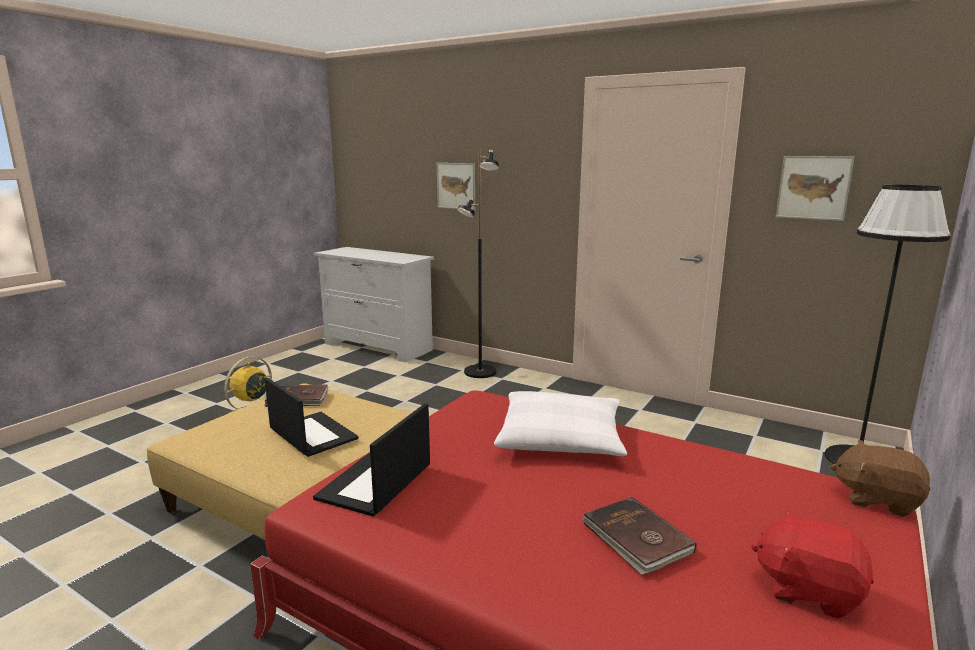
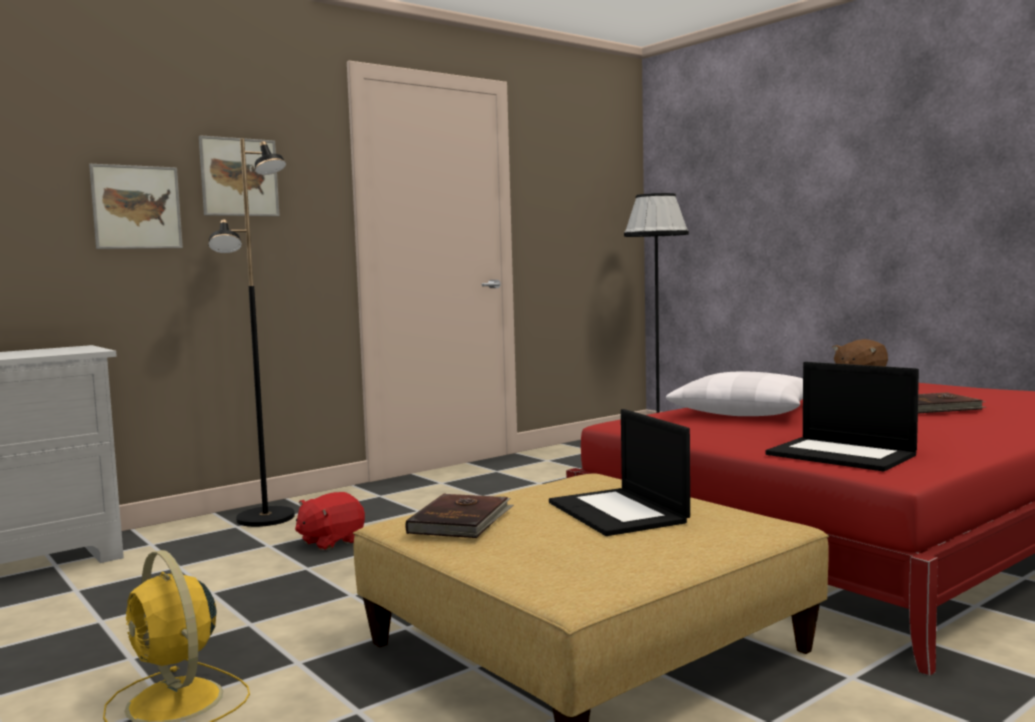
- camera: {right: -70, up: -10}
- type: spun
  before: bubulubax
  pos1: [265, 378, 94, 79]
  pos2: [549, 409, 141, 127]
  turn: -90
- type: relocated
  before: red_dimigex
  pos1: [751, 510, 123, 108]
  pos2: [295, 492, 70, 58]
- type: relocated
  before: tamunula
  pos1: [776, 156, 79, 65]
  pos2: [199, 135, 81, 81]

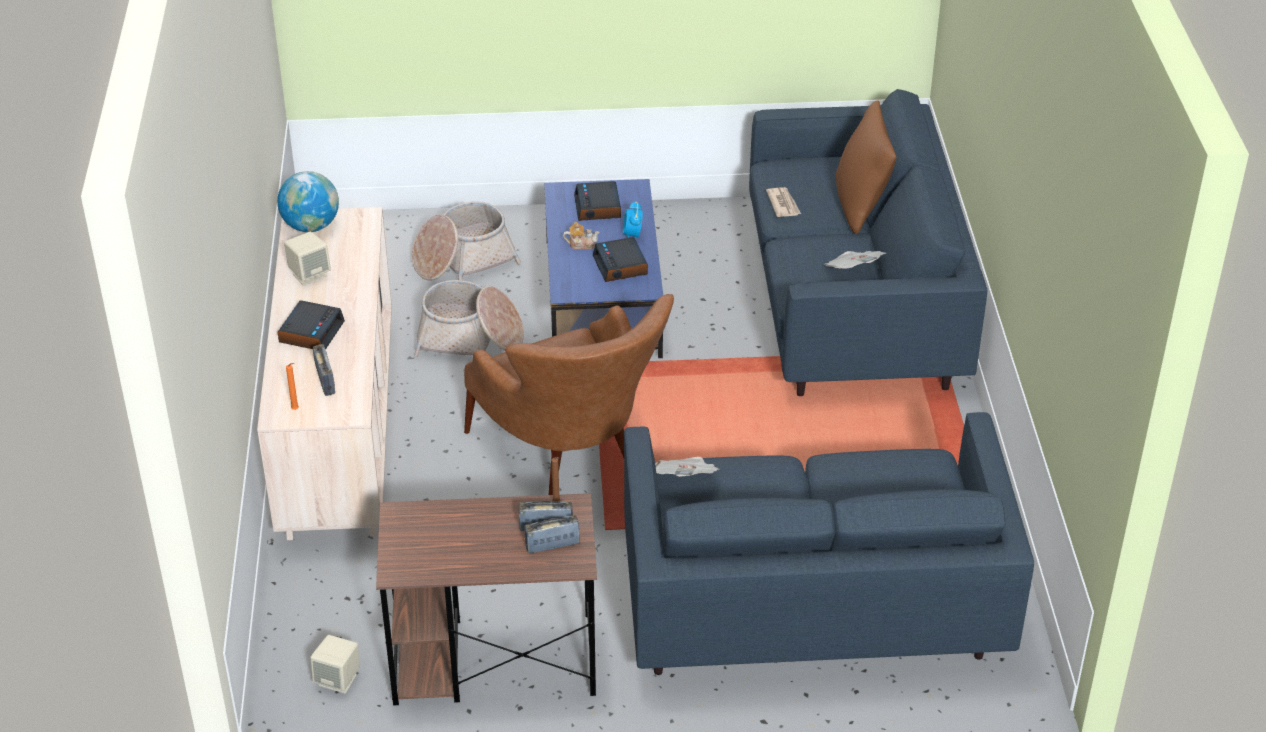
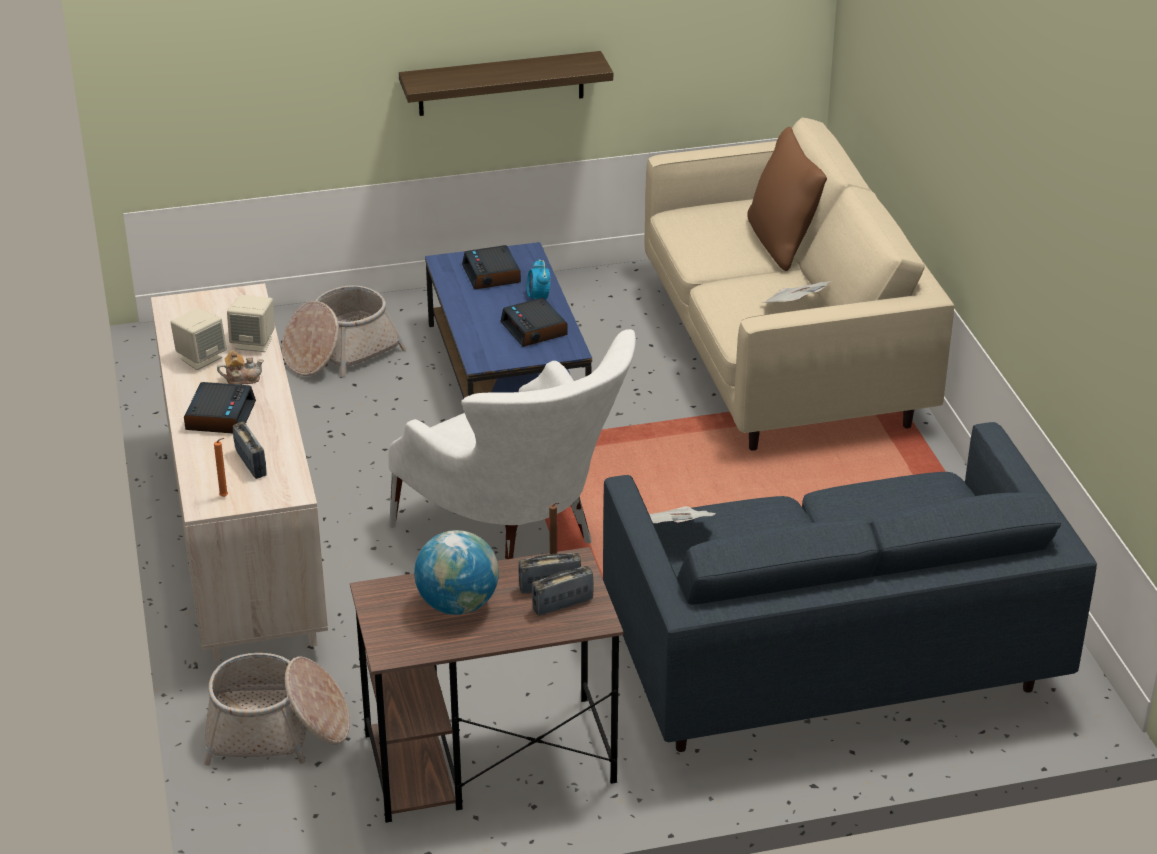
- camera: {right: -10, up: -5}
- type: relocated
  before: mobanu
  pos1: [277, 171, 62, 61]
  pos2: [414, 530, 85, 85]
- type: relocated
  before: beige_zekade
  pos1: [310, 635, 50, 59]
  pos2: [227, 295, 48, 57]
- type: relocated
  before: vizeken
  pos1: [414, 280, 110, 77]
  pos2: [204, 653, 146, 113]
- type: colour
  before: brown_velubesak
  after: white_velubesak
  pos1: [464, 294, 210, 201]
  pos2: [388, 329, 248, 231]
- type: relocated
  before: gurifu
  pos1: [563, 222, 37, 28]
  pos2: [217, 350, 47, 35]
- type: colour
  before: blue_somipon
  after: beige_somipon
  pos1: [749, 89, 238, 307]
  pos2: [644, 118, 310, 333]
- type: missing
  before: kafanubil
  pos1: [766, 187, 35, 30]
- type: appeared
  after: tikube
  pos2: [399, 51, 214, 65]

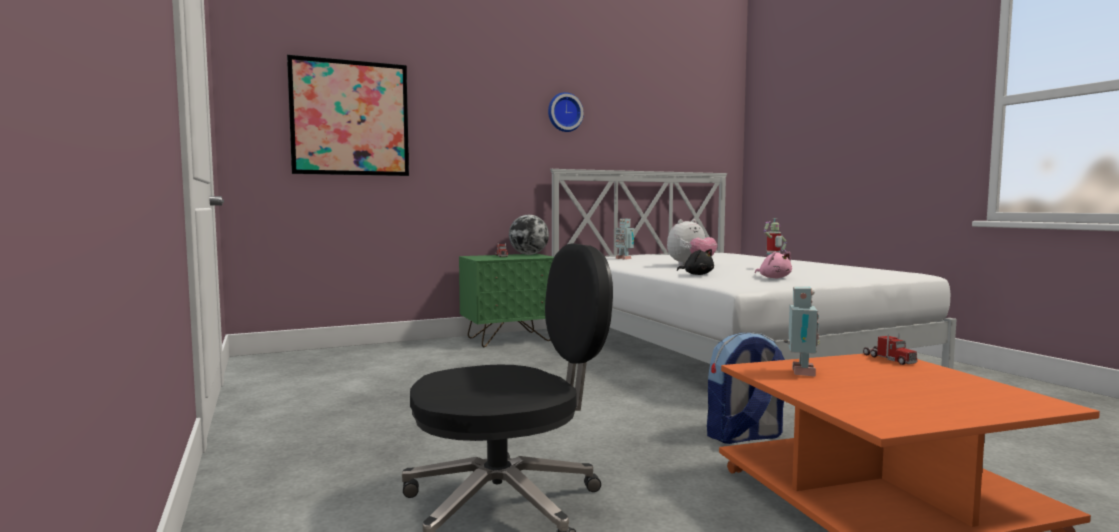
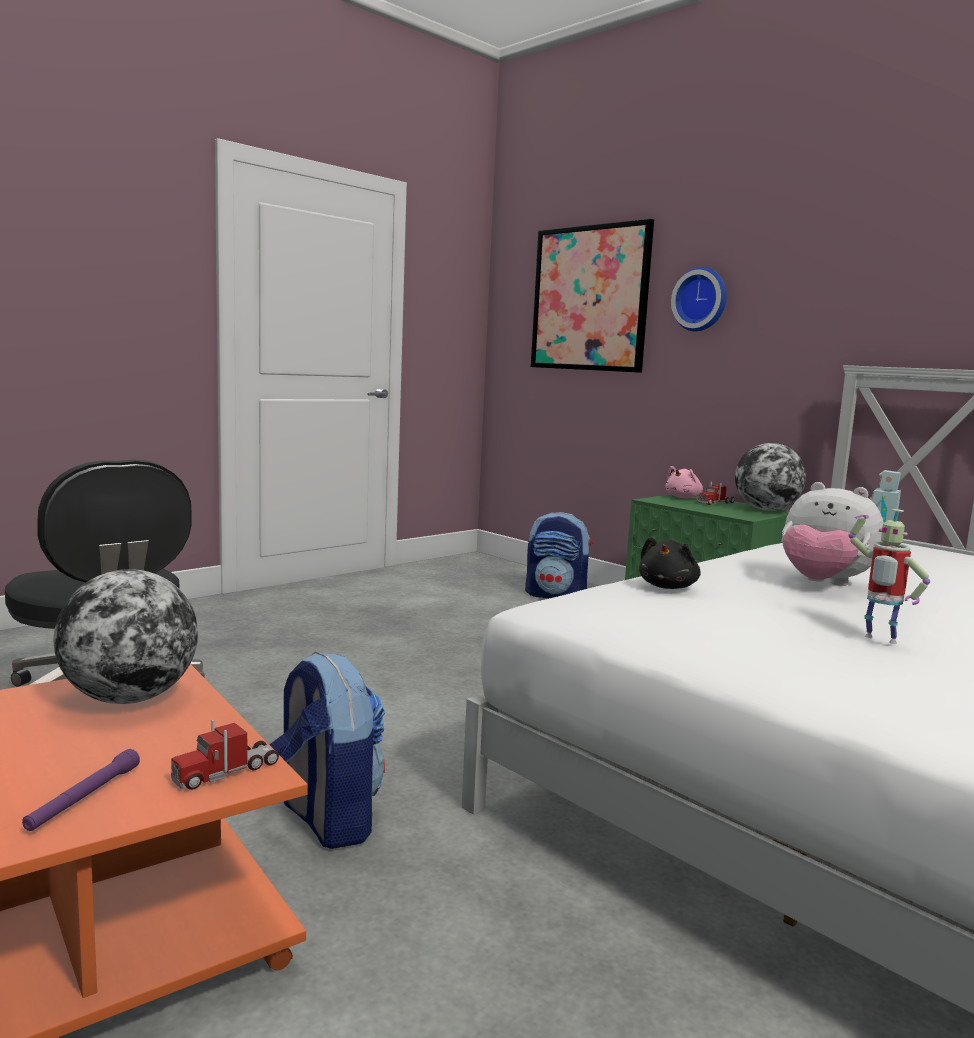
- camera: {right: 70, up: 5}
- type: relocated
  before: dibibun
  pos1: [548, 92, 36, 40]
  pos2: [671, 267, 55, 64]
- type: relocated
  before: pink_dimigex
  pos1: [755, 251, 37, 27]
  pos2: [665, 466, 38, 32]
- type: exchanged
  before: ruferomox
  after: mobanu
  pos1: [784, 286, 36, 91]
  pos2: [54, 569, 144, 135]
- type: appeared
  after: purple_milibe
  pos2: [22, 749, 118, 82]
- type: appeared
  after: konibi
  pos2: [525, 512, 68, 87]

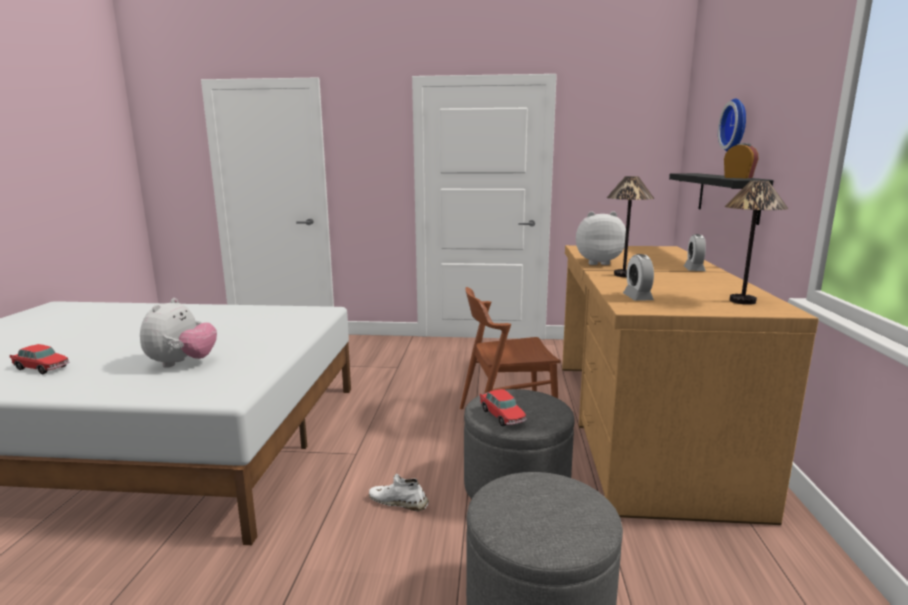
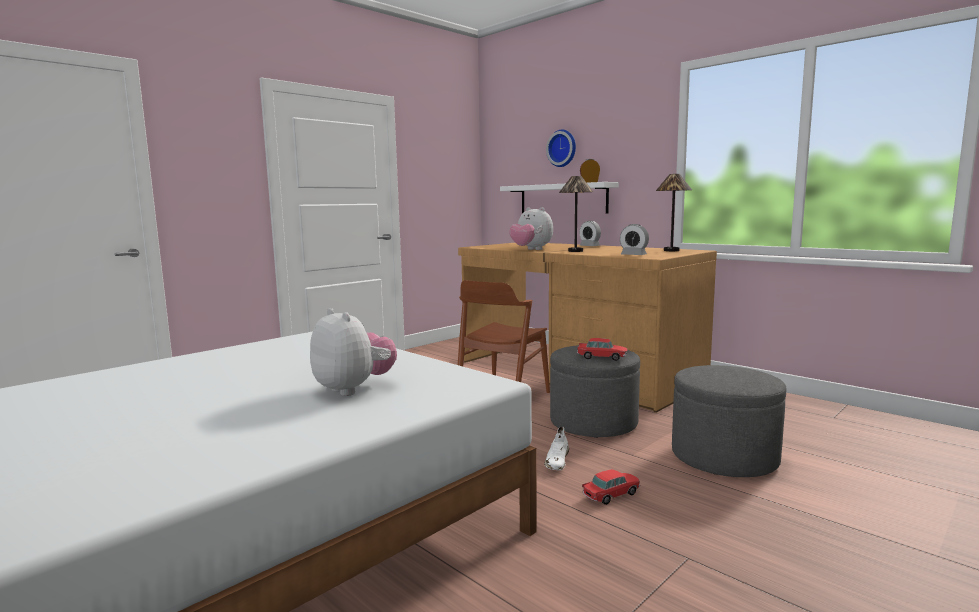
- camera: {right: -50, up: -5}
- type: relocated
  before: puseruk
  pos1: [10, 344, 59, 30]
  pos2: [582, 469, 58, 36]
- type: spun
  before: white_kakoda
  pos1: [369, 474, 60, 38]
  pos2: [544, 427, 25, 43]
  turn: -45
- type: spun
  before: dimigex
  pos1: [576, 211, 50, 54]
  pos2: [509, 207, 44, 43]
  turn: -90
- type: colour
  before: black_tikube
  after: white_tikube
  pos1: [669, 173, 105, 52]
  pos2: [500, 182, 119, 32]

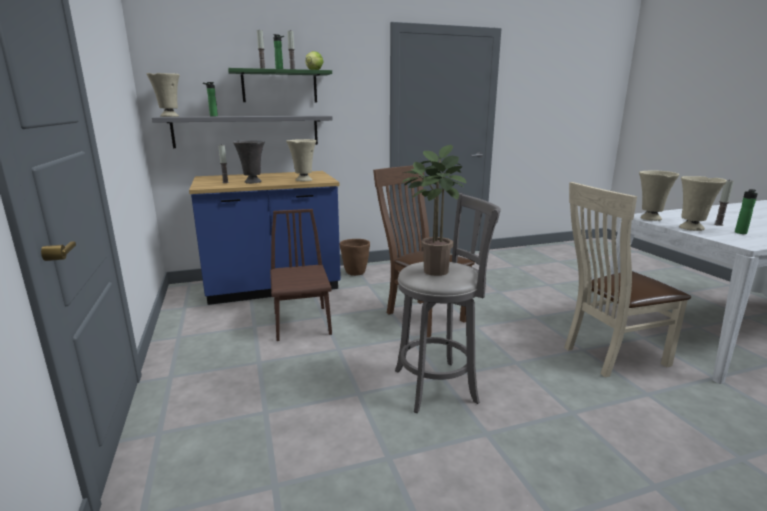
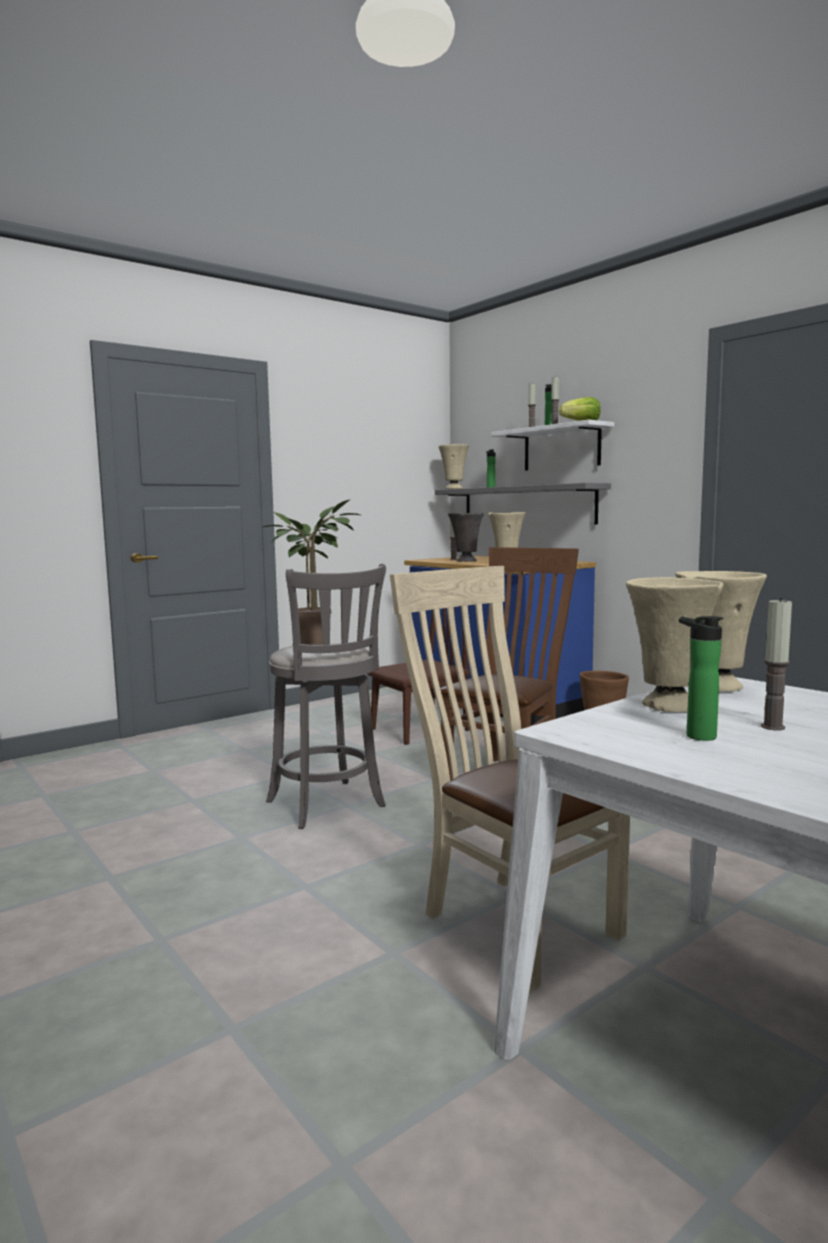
- camera: {right: 70, up: -10}
- type: colour
  before: green_tikube
  after: white_tikube
  pos1: [228, 68, 104, 34]
  pos2: [491, 420, 123, 51]

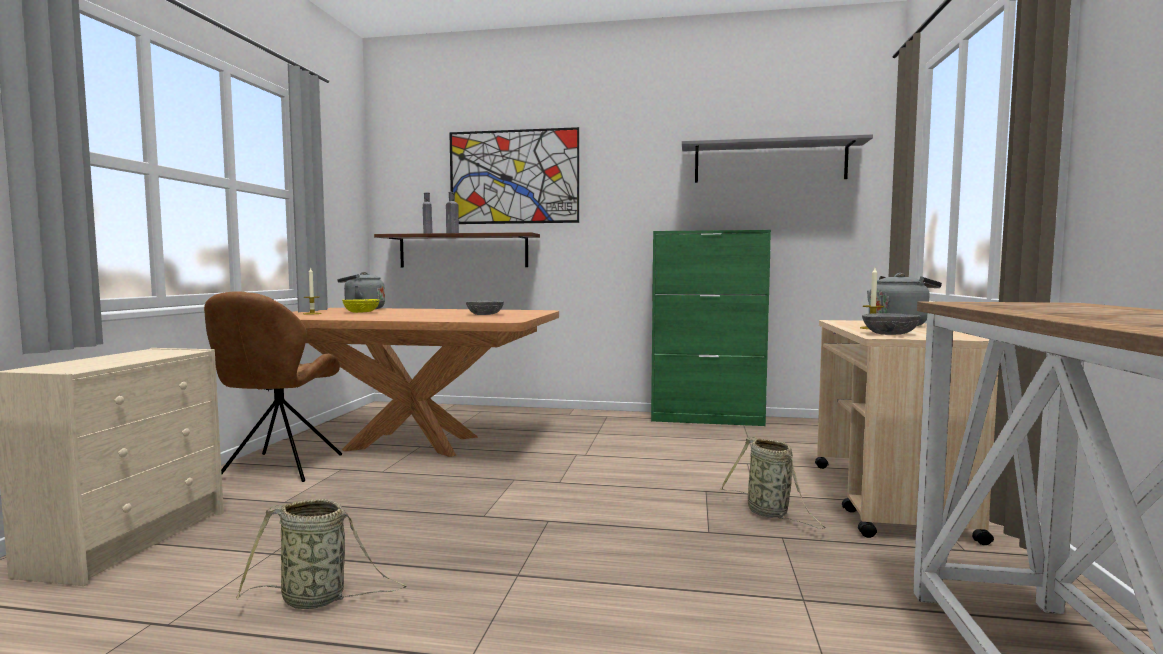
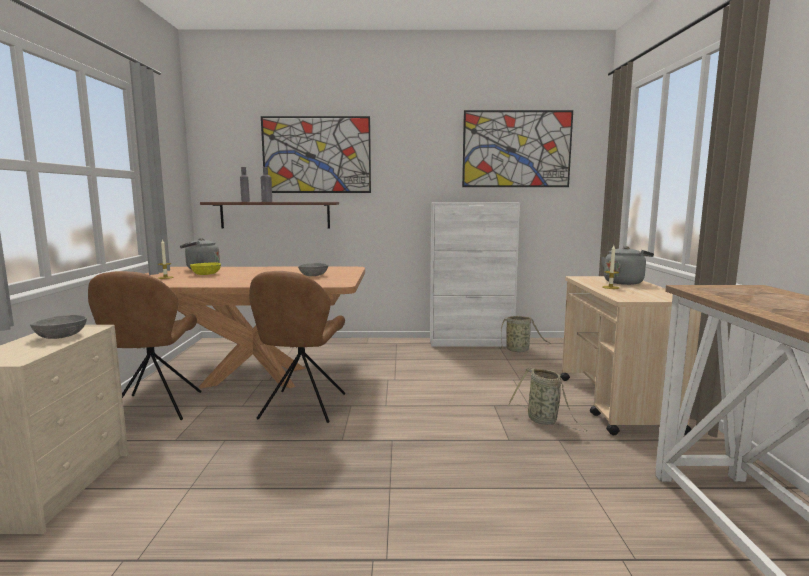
- camera: {right: -10, up: 5}
- type: relocated
  before: vizeken
  pos1: [236, 499, 170, 110]
  pos2: [495, 316, 56, 36]
- type: colour
  before: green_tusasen
  after: white_tusasen
  pos1: [651, 230, 120, 196]
  pos2: [430, 202, 90, 144]
- type: exchanged
  before: grey_tikube
  after: tamunula
  pos1: [682, 134, 191, 49]
  pos2: [462, 110, 111, 77]
- type: relocated
  before: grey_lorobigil
  pos1: [862, 313, 59, 22]
  pos2: [30, 315, 57, 24]
- type: appeared
  after: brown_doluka
  pos2: [249, 271, 96, 152]

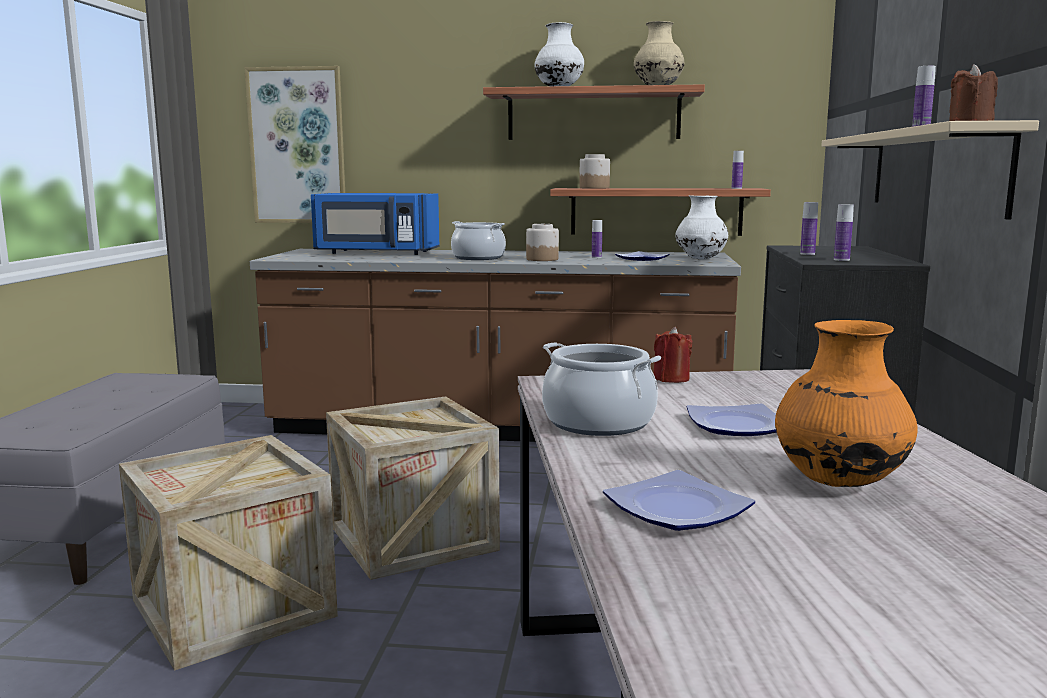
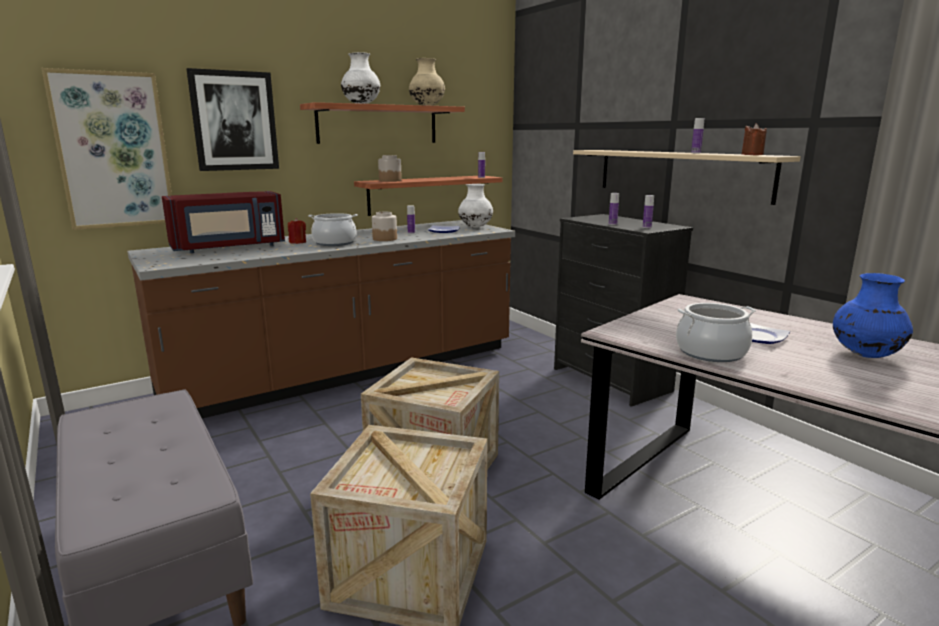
- camera: {right: -40, up: 5}
- type: colour
  before: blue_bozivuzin
  after: red_bozivuzin
  pos1: [311, 193, 129, 62]
  pos2: [162, 191, 123, 62]
- type: missing
  before: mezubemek
  pos1: [603, 470, 152, 61]
- type: relocated
  before: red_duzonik
  pos1: [653, 327, 40, 56]
  pos2: [288, 218, 18, 26]
- type: colour
  before: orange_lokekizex
  after: blue_lokekizex
  pos1: [775, 320, 143, 167]
  pos2: [833, 273, 80, 85]
- type: appeared
  after: tamunula
  pos2: [187, 68, 92, 103]

